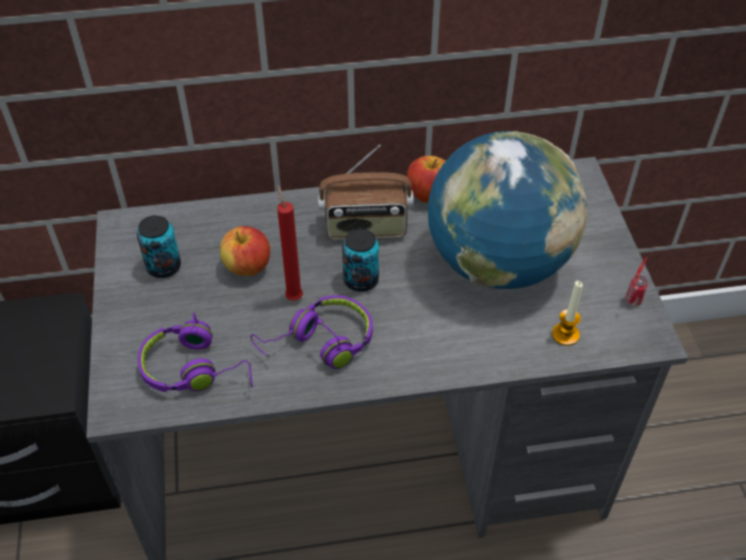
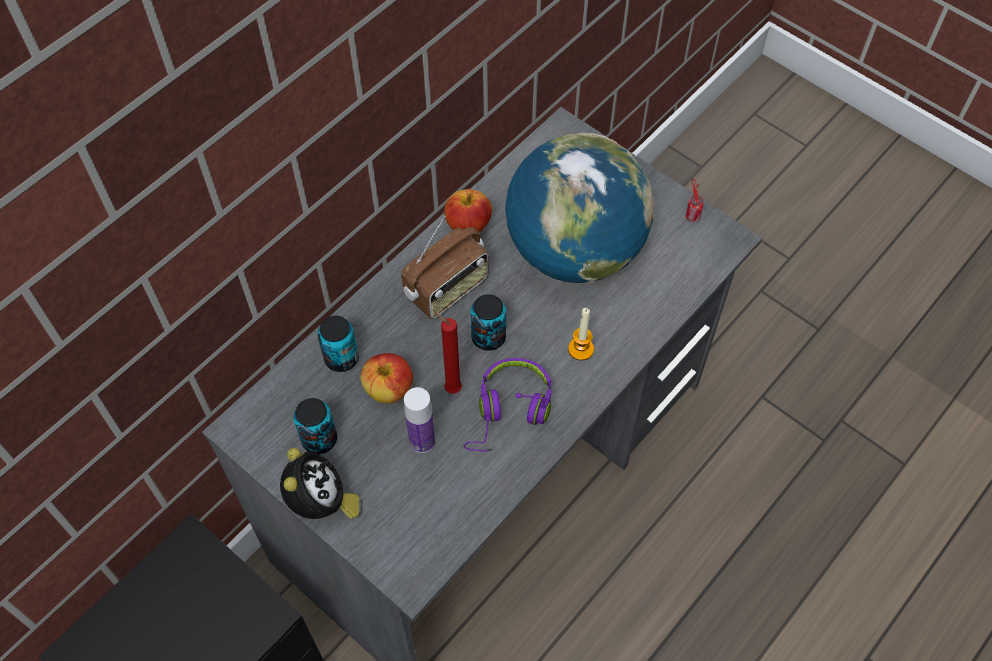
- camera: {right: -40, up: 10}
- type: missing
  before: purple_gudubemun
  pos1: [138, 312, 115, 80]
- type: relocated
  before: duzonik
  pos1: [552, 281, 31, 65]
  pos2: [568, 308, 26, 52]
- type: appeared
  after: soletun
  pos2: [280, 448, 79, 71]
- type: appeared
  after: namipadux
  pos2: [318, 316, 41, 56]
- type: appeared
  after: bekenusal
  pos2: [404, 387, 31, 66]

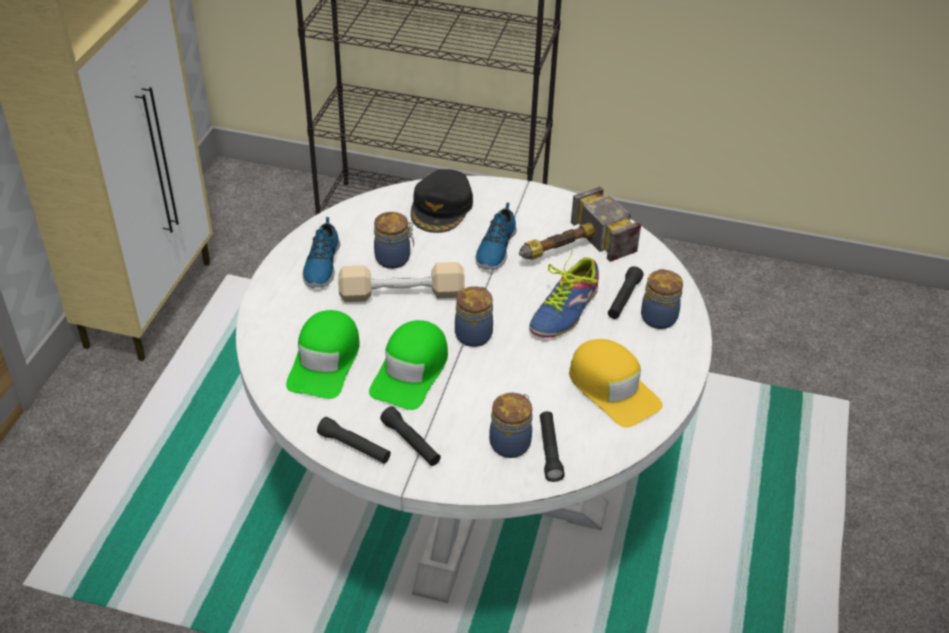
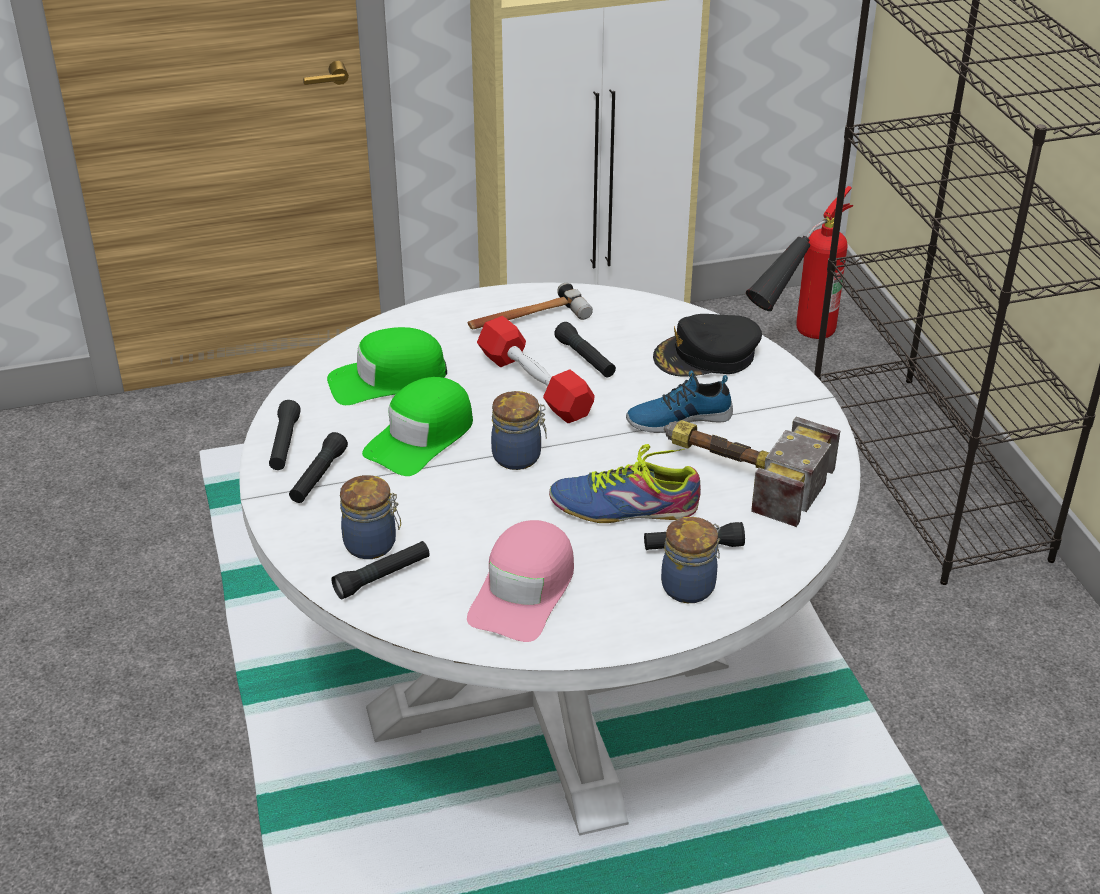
- camera: {right: 60, up: -5}
- type: exchanged
  before: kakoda
  after: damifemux
  pos1: [303, 217, 37, 71]
  pos2: [467, 283, 126, 46]
- type: colour
  before: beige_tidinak
  after: red_tidinak
  pos1: [338, 262, 127, 40]
  pos2: [477, 316, 118, 107]
- type: spun
  before: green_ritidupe
  pos1: [369, 320, 79, 90]
  pos2: [362, 377, 111, 99]
  turn: -45
- type: exchanged
  before: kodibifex
  after: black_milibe
  pos1: [374, 212, 40, 57]
  pos2: [554, 322, 62, 55]
- type: colour
  before: yellow_ritidupe
  after: pink_ritidupe
  pos1: [569, 339, 94, 89]
  pos2: [467, 520, 107, 122]
- type: appeared
  after: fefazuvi
  pos2: [746, 186, 107, 153]

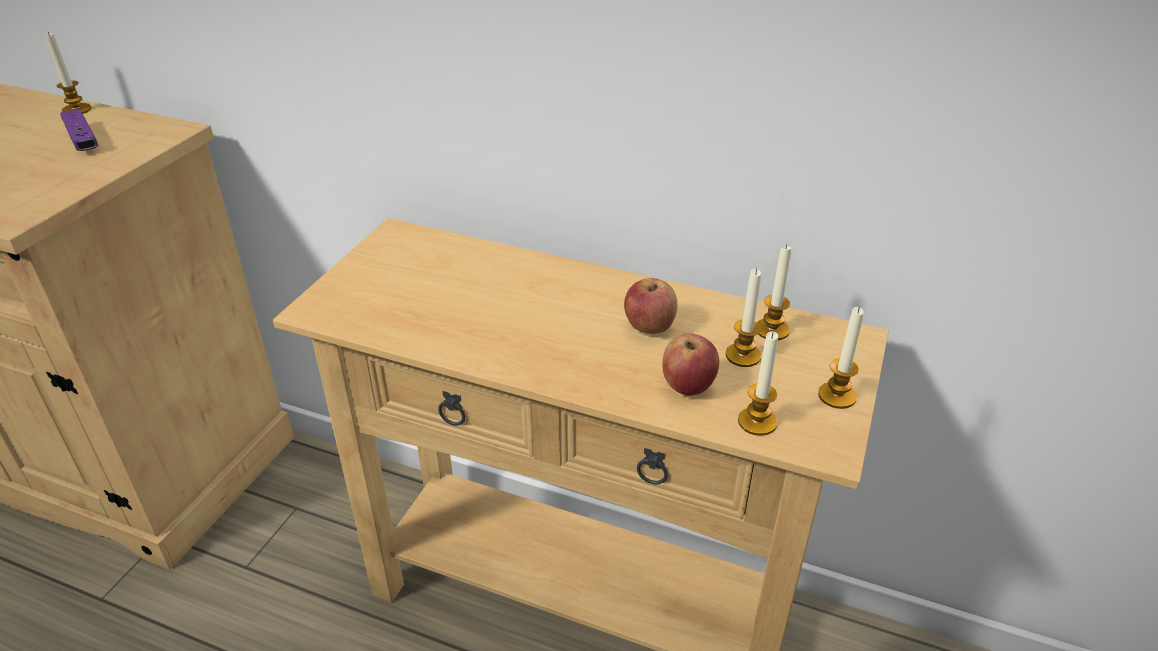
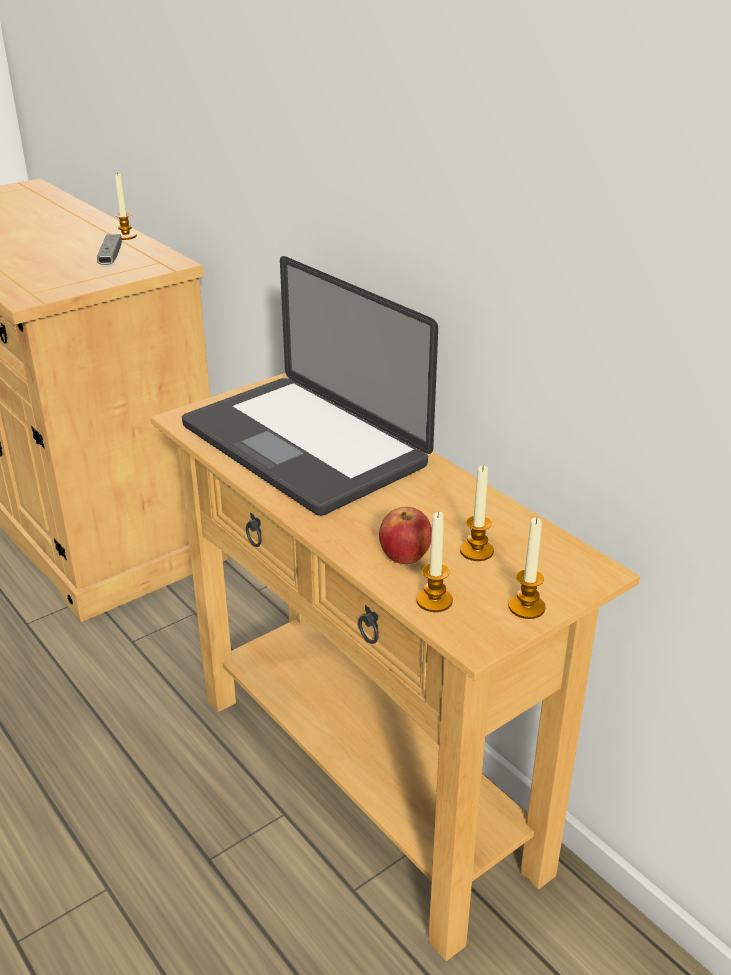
- camera: {right: 30, up: -5}
- type: colour
  before: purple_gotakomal
  after: grey_gotakomal
  pos1: [60, 109, 38, 42]
  pos2: [97, 234, 25, 31]
- type: missing
  before: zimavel
  pos1: [624, 278, 53, 56]
- type: missing
  before: duzonik
  pos1: [757, 245, 35, 95]
- type: appeared
  after: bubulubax
  pos2: [182, 256, 256, 260]

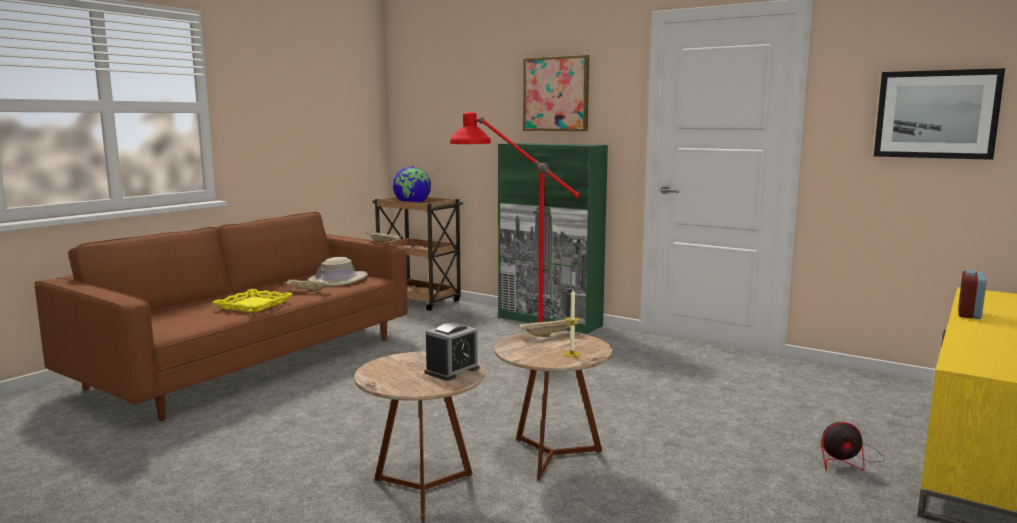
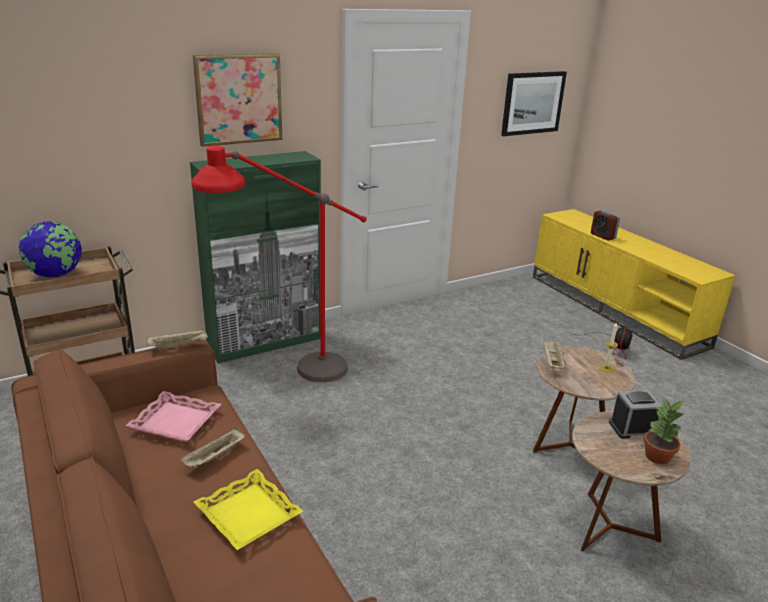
- camera: {right: -65, up: 15}
- type: exchanged
  before: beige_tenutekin
  after: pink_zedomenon
  pos1: [308, 257, 60, 29]
  pos2: [126, 391, 95, 51]
- type: spun
  before: soletun
  pos1: [424, 323, 56, 58]
  pos2: [609, 390, 53, 49]
  turn: -75
- type: appeared
  after: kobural
  pos2: [644, 397, 40, 68]

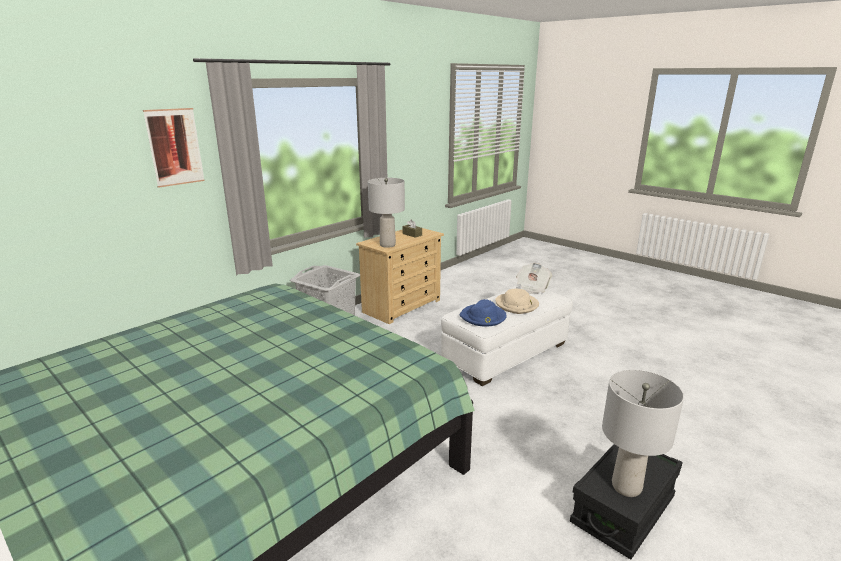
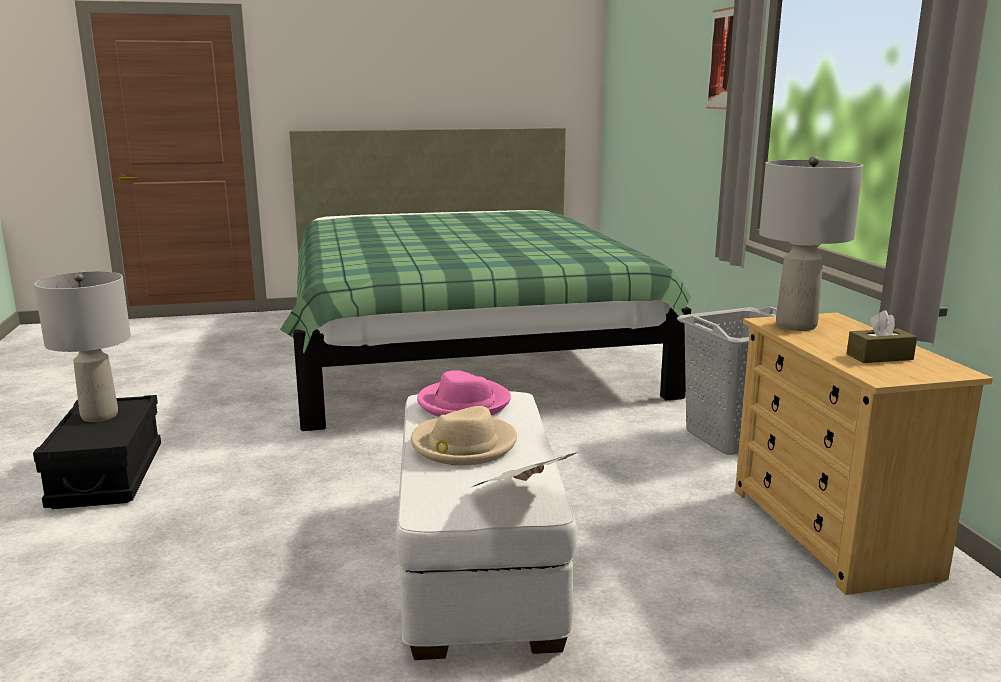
- camera: {right: 125, up: -5}
- type: colour
  before: blue_tenutekin
  after: pink_tenutekin
  pos1: [460, 299, 47, 28]
  pos2: [417, 370, 94, 47]

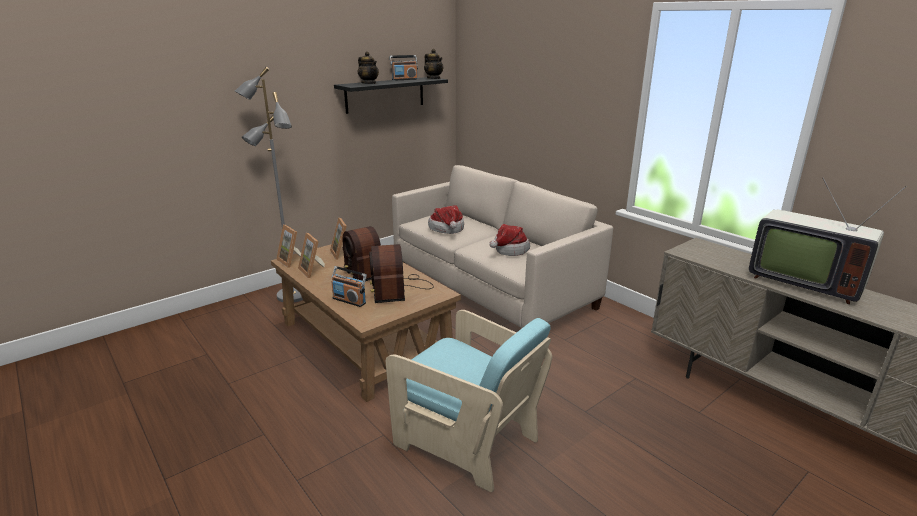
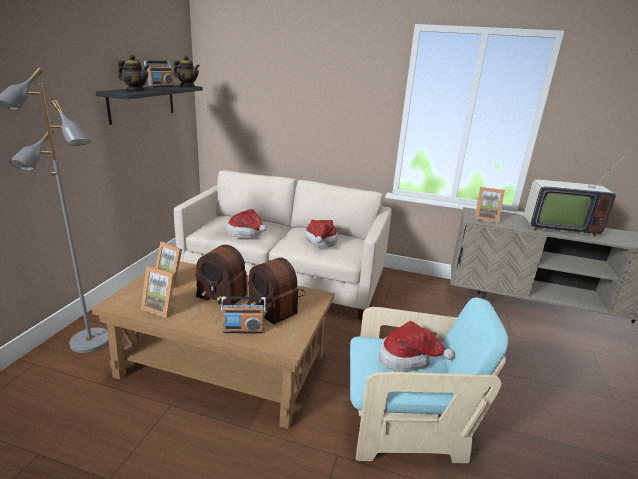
- camera: {right: -35, up: 0}
- type: relocated
  before: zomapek
  pos1: [276, 225, 25, 43]
  pos2: [474, 187, 31, 36]
- type: appeared
  after: tenutekin
  pos2: [380, 321, 75, 51]

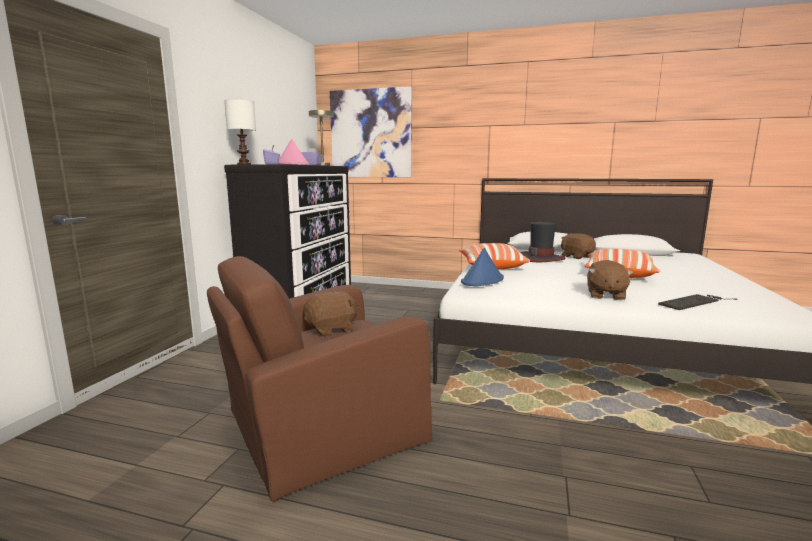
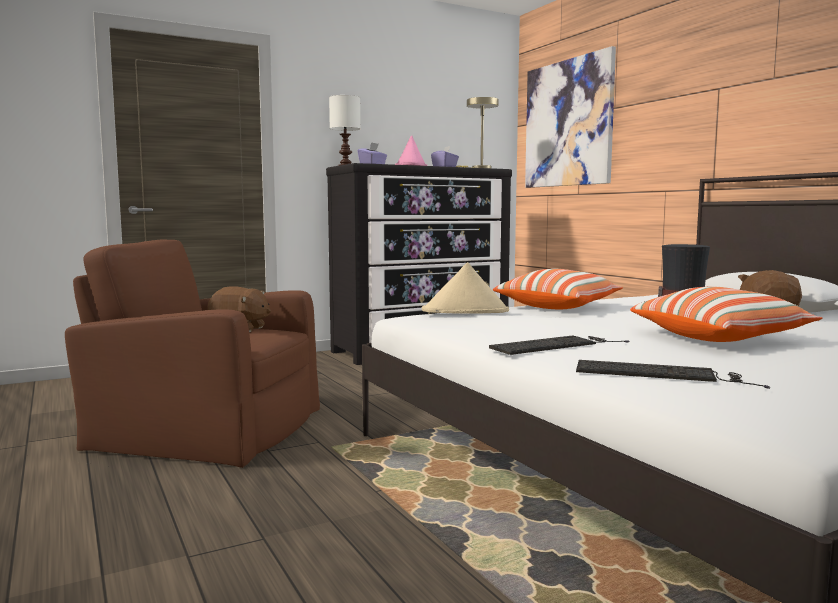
- camera: {right: 45, up: -5}
- type: colour
  before: blue_tenutekin
  after: beige_tenutekin
  pos1: [461, 248, 43, 38]
  pos2: [422, 262, 87, 52]
- type: exchanged
  before: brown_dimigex
  after: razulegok
  pos1: [587, 260, 47, 40]
  pos2: [489, 335, 140, 20]

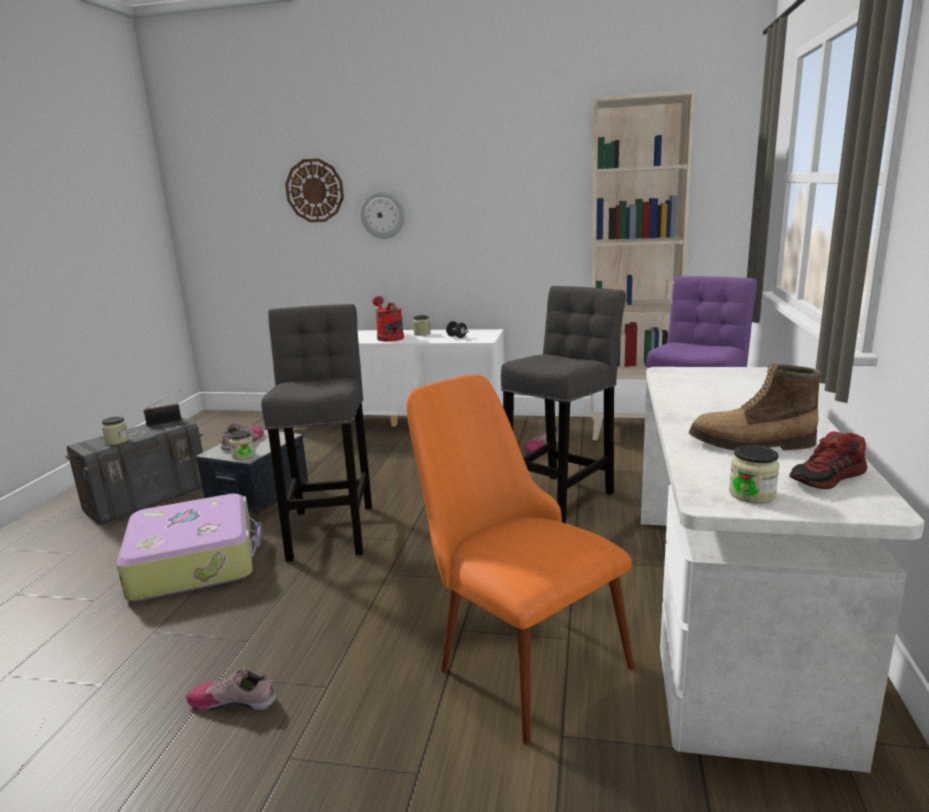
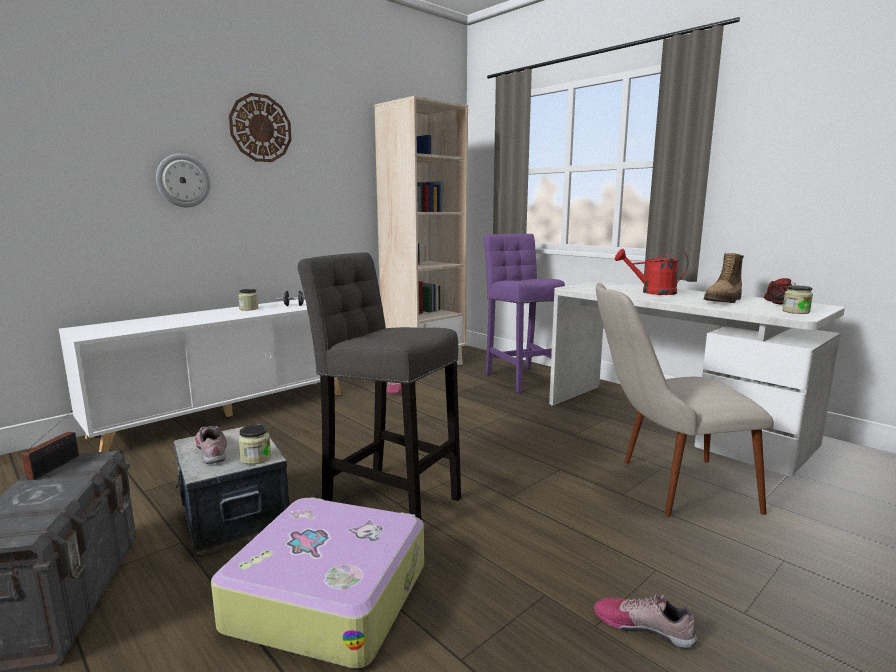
- camera: {right: -55, up: -5}
- type: missing
  before: kodibifex
  pos1: [102, 417, 27, 28]
- type: spun
  before: kakoda
  pos1: [186, 668, 91, 43]
  pos2: [594, 594, 103, 55]
  turn: 75
- type: relocated
  before: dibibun
  pos1: [285, 158, 59, 64]
  pos2: [229, 93, 63, 69]
- type: relocated
  before: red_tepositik
  pos1: [372, 296, 32, 46]
  pos2: [615, 249, 74, 46]
- type: colour
  before: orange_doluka
  after: beige_doluka
  pos1: [406, 374, 228, 370]
  pos2: [596, 283, 178, 234]
- type: missing
  before: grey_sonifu
  pos1: [501, 286, 125, 237]

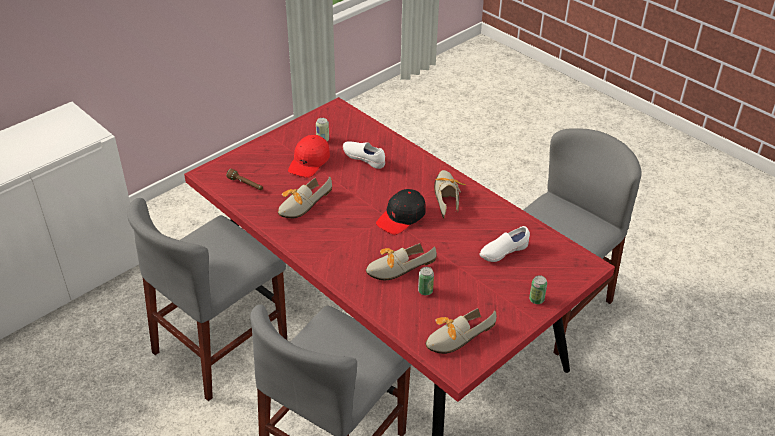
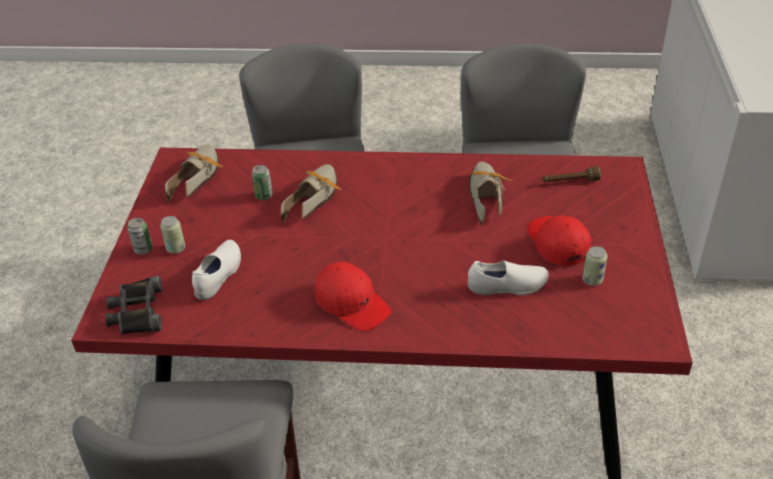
- camera: {right: 140, up: 0}
- type: missing
  before: black_ritidupe
  pos1: [376, 189, 50, 46]
- type: exchanged
  before: kakoda
  after: red_ritidupe
  pos1: [434, 170, 32, 49]
  pos2: [315, 262, 76, 69]
- type: appeared
  after: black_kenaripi
  pos2: [105, 276, 57, 58]
- type: appeared
  after: namipadux
  pos2: [160, 216, 25, 38]

